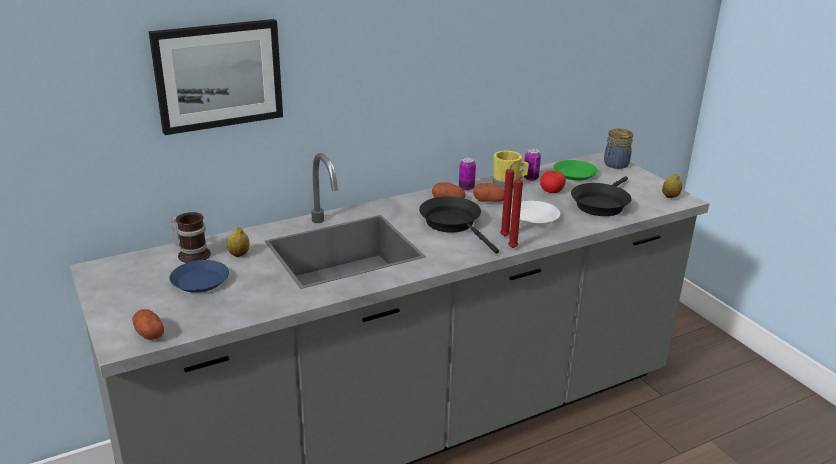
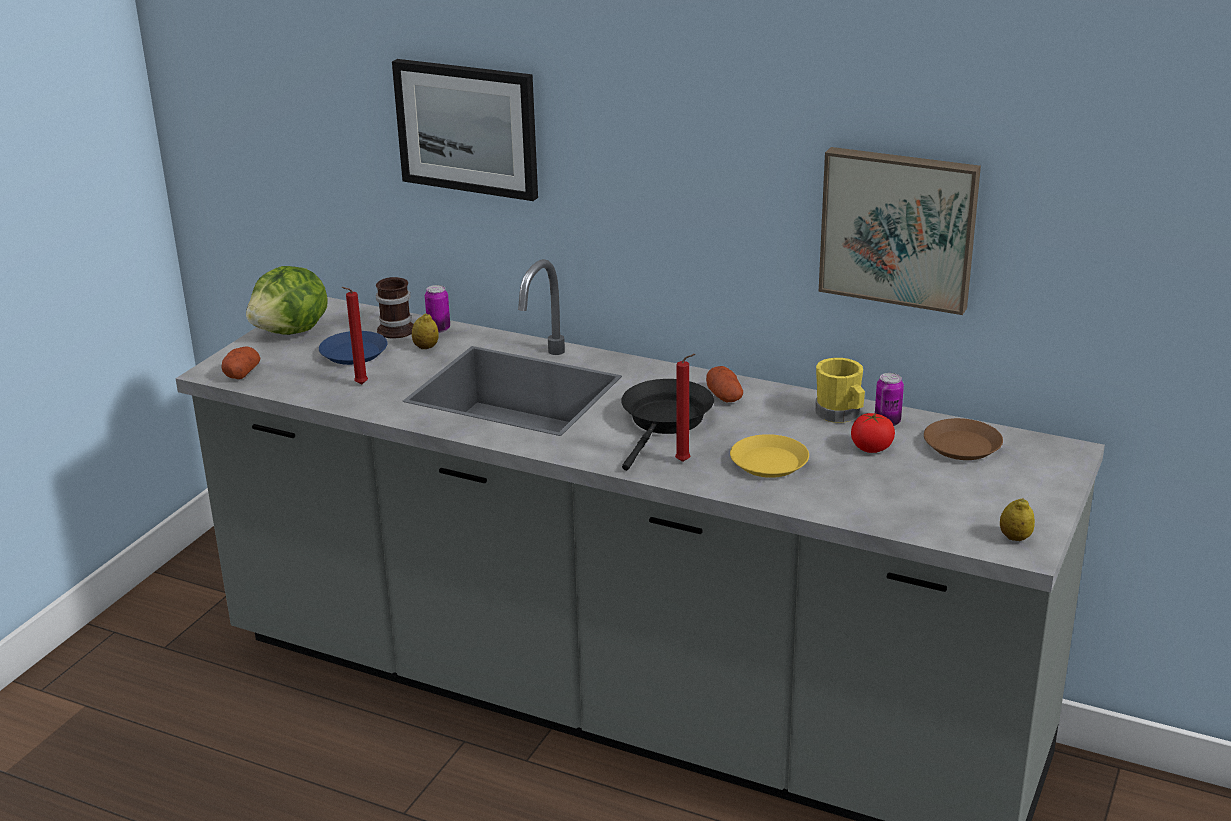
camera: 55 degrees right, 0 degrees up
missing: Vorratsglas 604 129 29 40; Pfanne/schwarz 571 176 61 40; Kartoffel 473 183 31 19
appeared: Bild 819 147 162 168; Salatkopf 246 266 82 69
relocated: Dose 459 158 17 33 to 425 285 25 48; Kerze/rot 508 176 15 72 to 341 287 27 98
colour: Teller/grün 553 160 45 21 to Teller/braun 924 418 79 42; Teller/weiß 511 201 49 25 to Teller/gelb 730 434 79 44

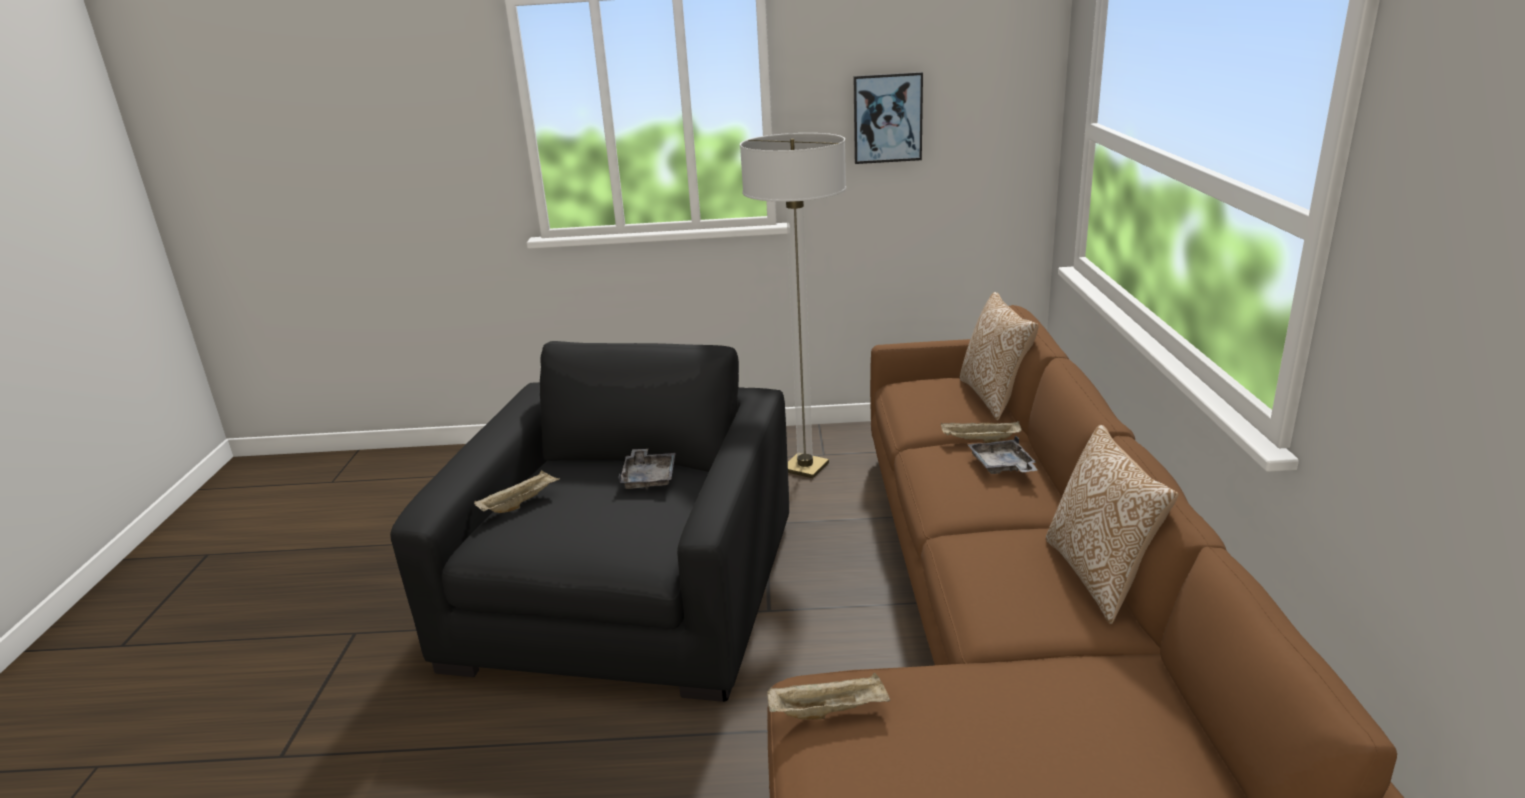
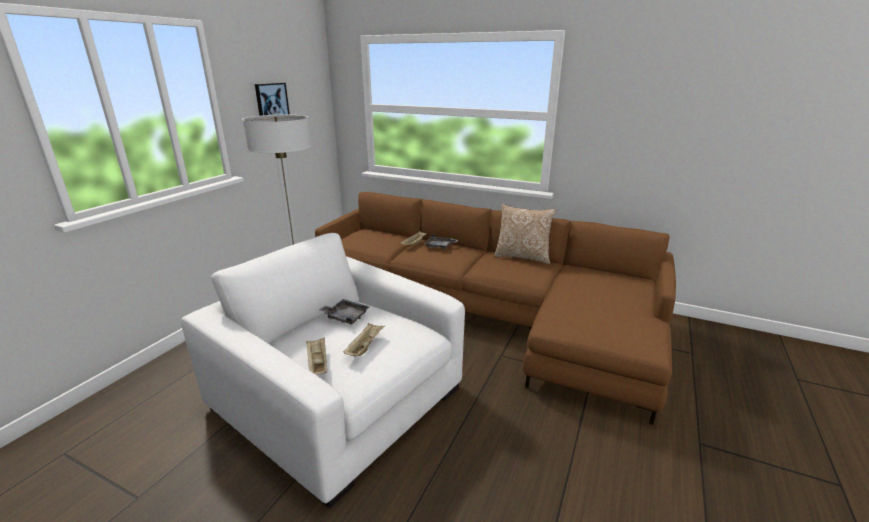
camera: 65 degrees left, 0 degrees up
missing: Kissen 960 292 78 129
relocated: Tablett/beige 767 673 123 47 to 343 323 42 34
colour: Sessel/schwarz 390 341 399 361 to Sessel/weiß 181 233 284 275

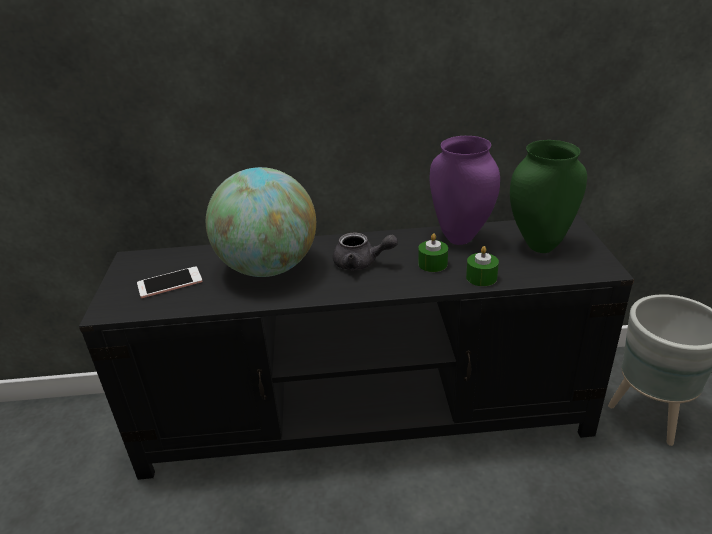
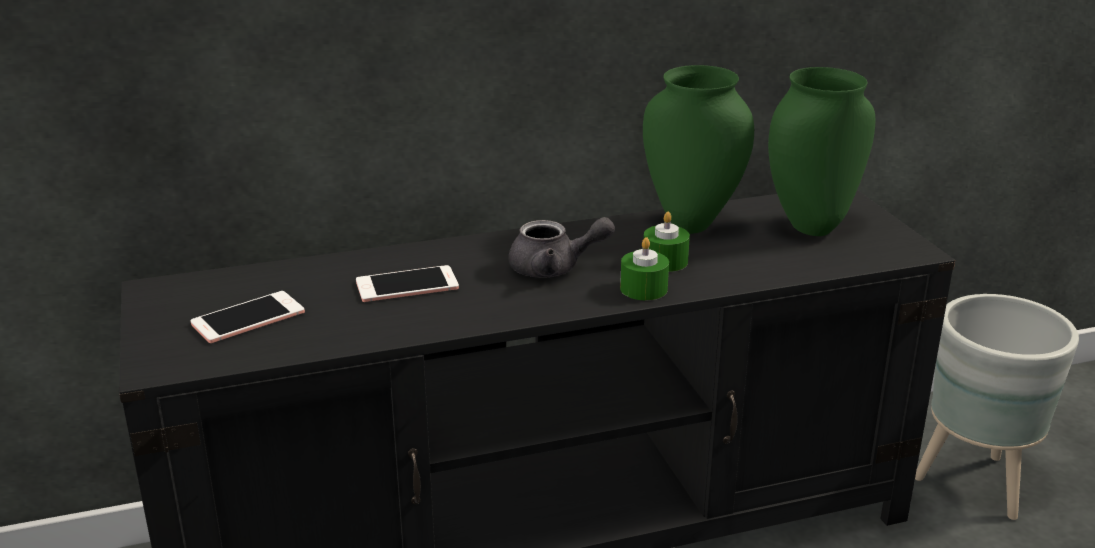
camera: 15 degrees left, 5 degrees down
relocated: Kerze/grün 466 246 33 40 to 620 237 49 63
exchanged: Globus 206 167 110 110 to Handy 356 265 103 37
colour: Vase/lila 430 136 70 109 to Vase/grün 643 65 111 169

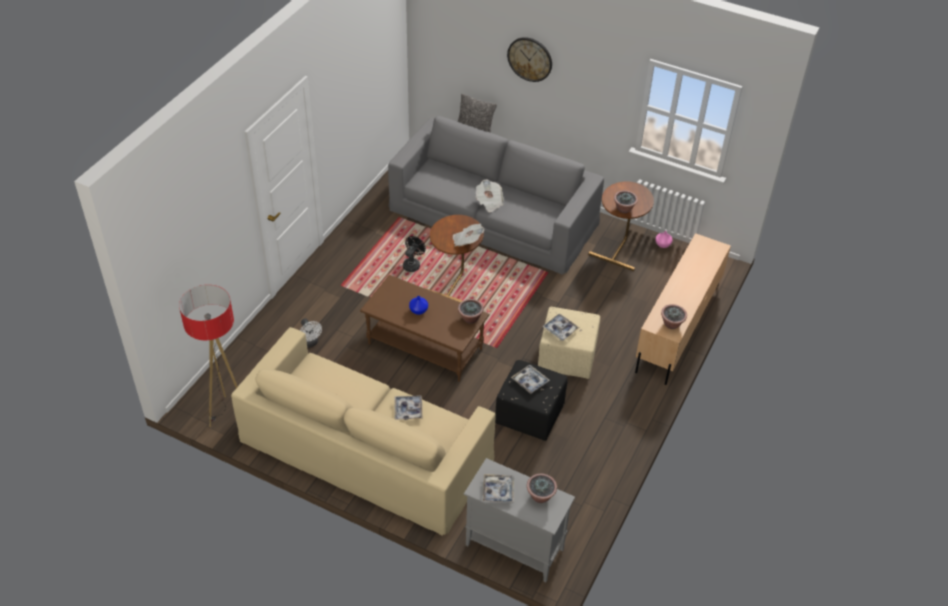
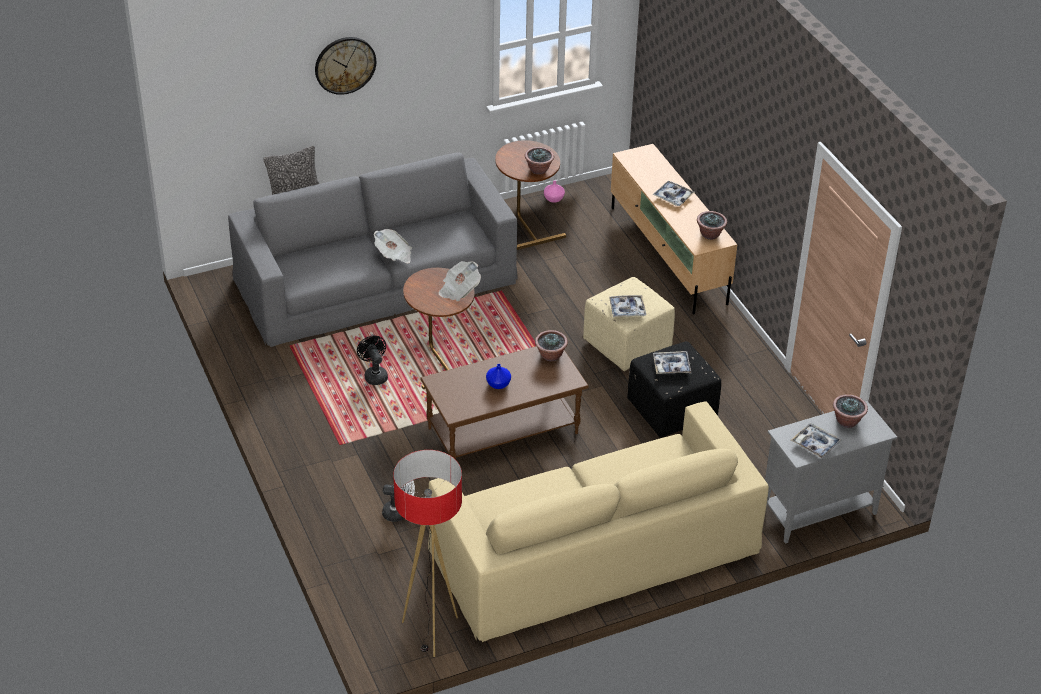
camera: 50 degrees left, 5 degrees down
relocated: Tablett 394 396 28 24 to 652 181 43 25

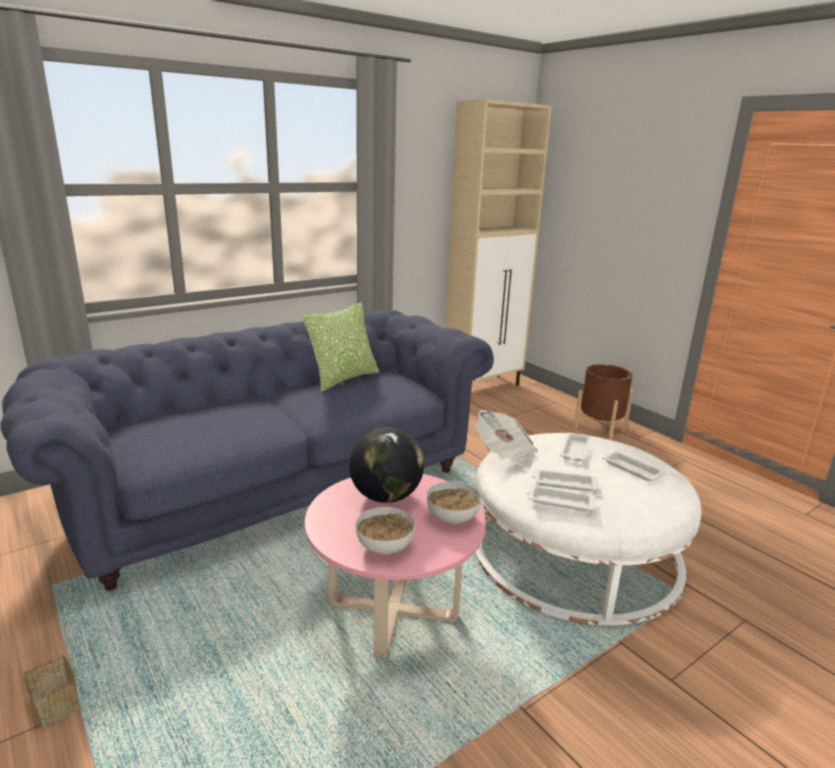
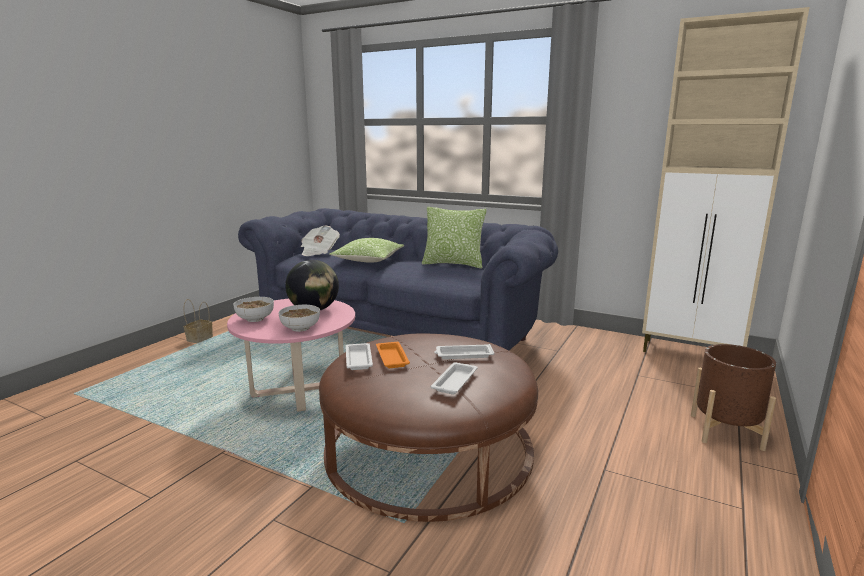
camera: 65 degrees right, 5 degrees down
appeared: Kissen 330 238 74 25
relocated: Zeitung 475 410 63 60 to 300 226 40 30
colour: Polsterhocker/weiß 475 433 226 193 to Polsterhocker/braun 319 334 219 188; Tablett/weiß 532 469 67 23 to Tablett/orange 376 342 34 26

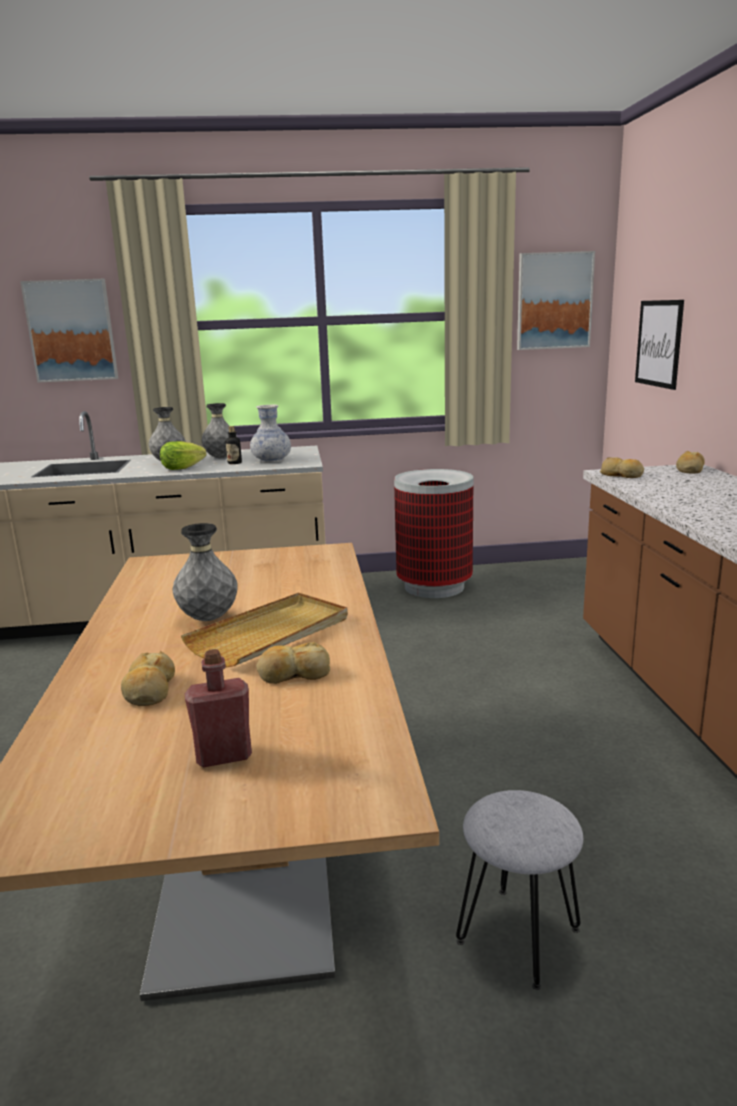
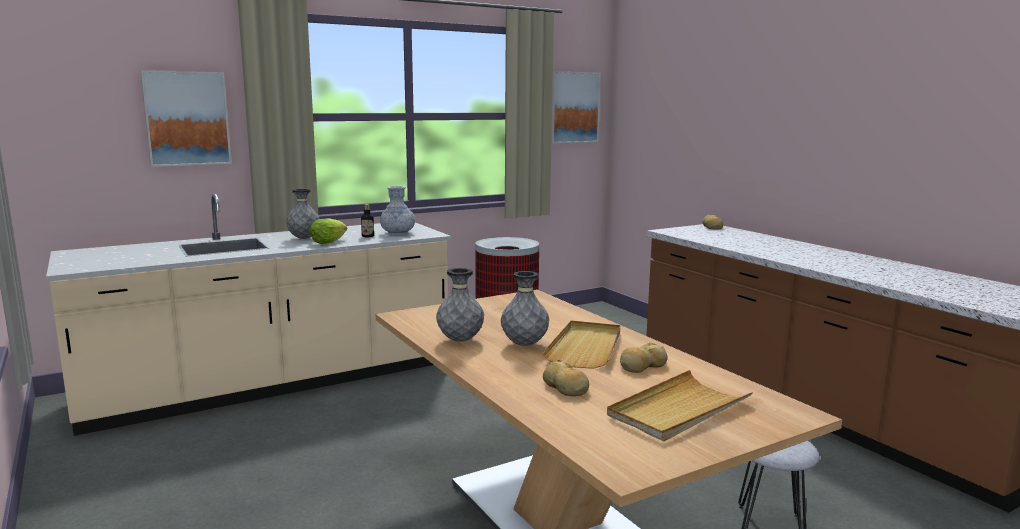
camera: 25 degrees left, 5 degrees down
missing: Bild 635 300 49 90; Brot 600 457 44 21
relocated: Vase/grau 201 403 36 55 to 436 268 48 74
exchanged: Flasche/rot 185 649 67 118 to Tablett/beige 607 370 146 71

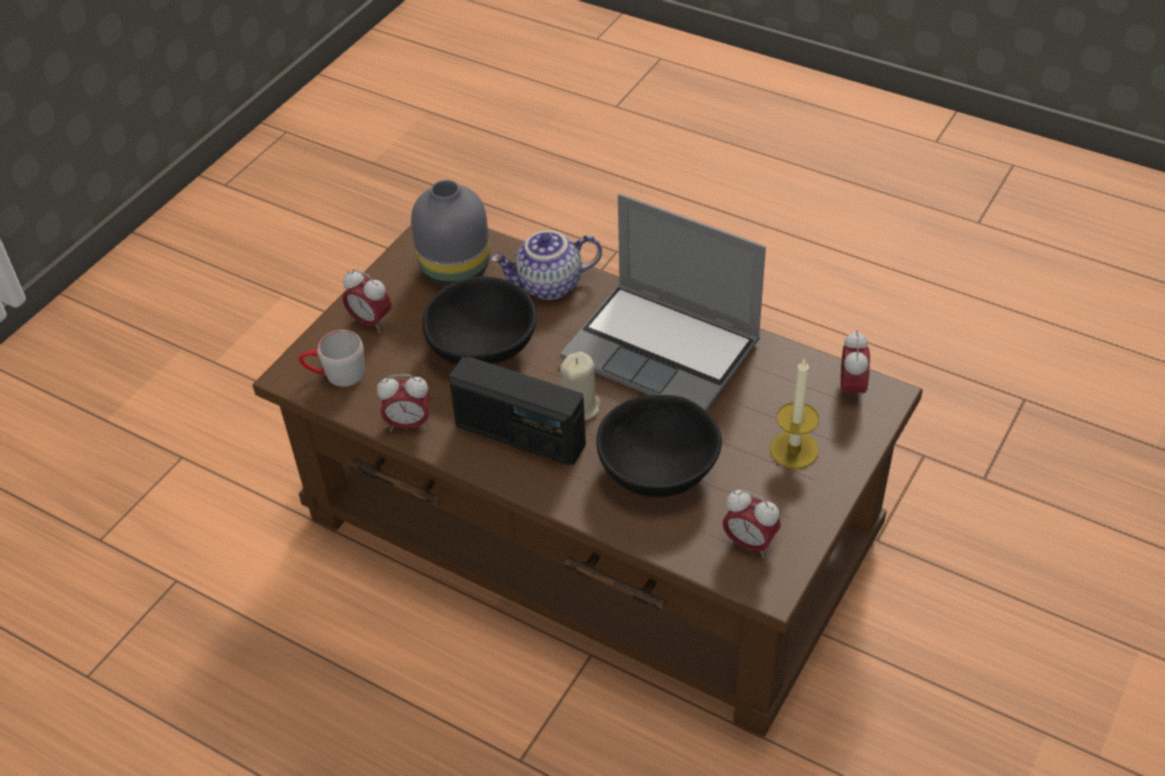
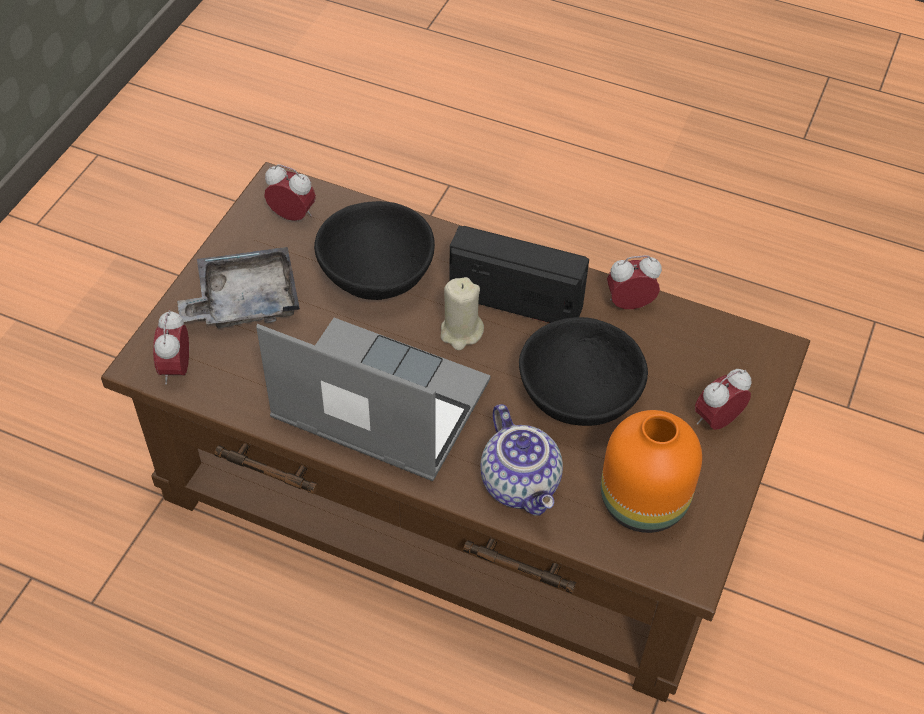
camera: 170 degrees right, 5 degrees up
missing: Henkelbecher/grau 299 330 66 57
exchanged: Kerze 770 358 49 111 to Tablett/grau 177 247 123 81
colour: Vase/grau 411 180 79 106 to Vase/orange 601 410 101 123
spun: Teekanne 491 231 111 69 = 480 404 83 112 90 degrees clockwise; Wecker 343 269 48 64 = 695 369 57 61 60 degrees counterclockwise

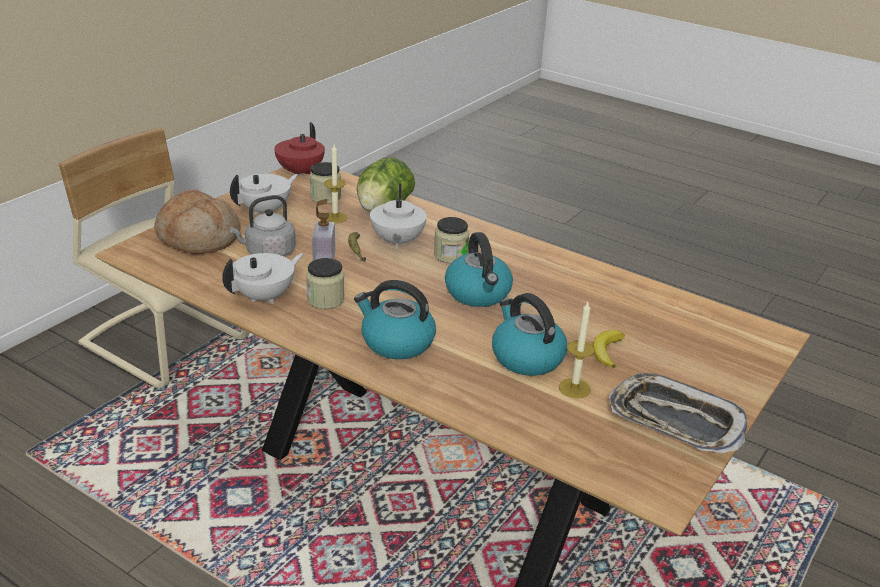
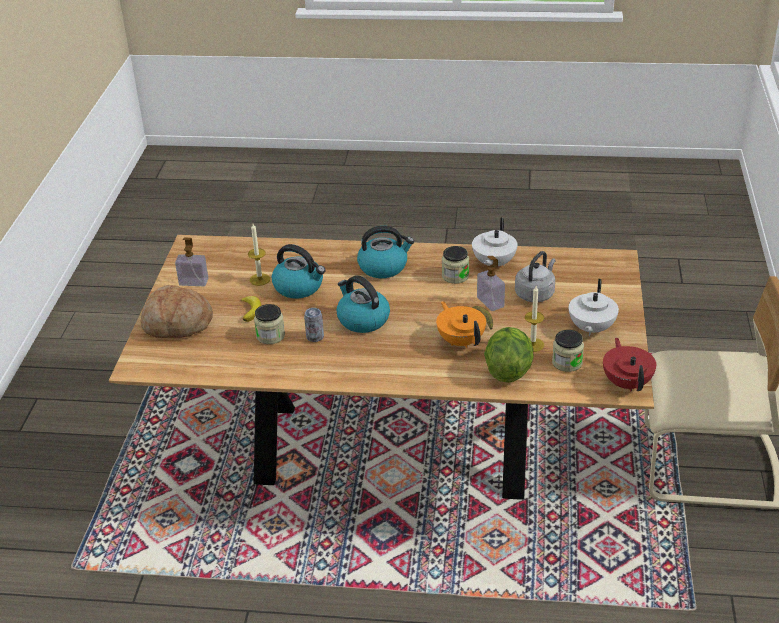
camera: 155 degrees right, 5 degrees up
appeared: Dose 304 308 20 34
relocated: Brot 154 190 87 64 to 140 285 73 53; Vorratsglas 434 217 35 47 to 254 304 31 40
exchanged: Tablett 609 373 138 80 to Seifenspender 175 238 33 48
colour: Teekanne/weiß 370 184 57 65 to Teekanne/orange 436 301 50 47

